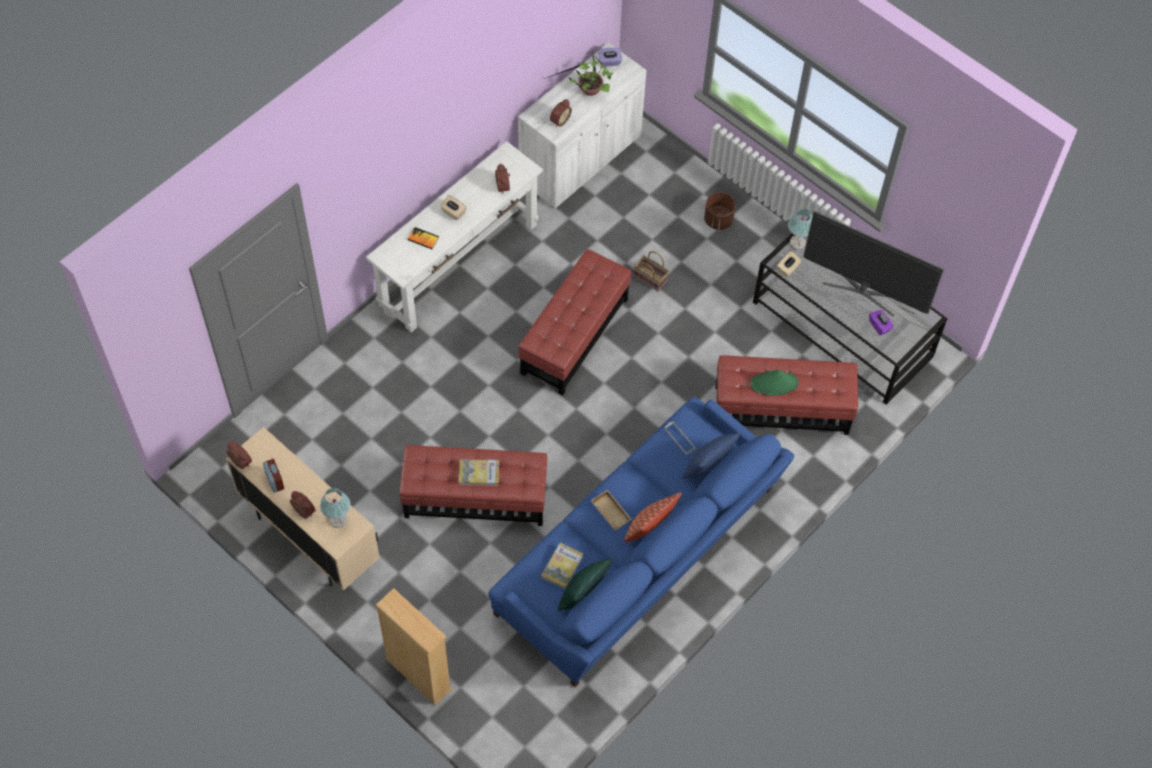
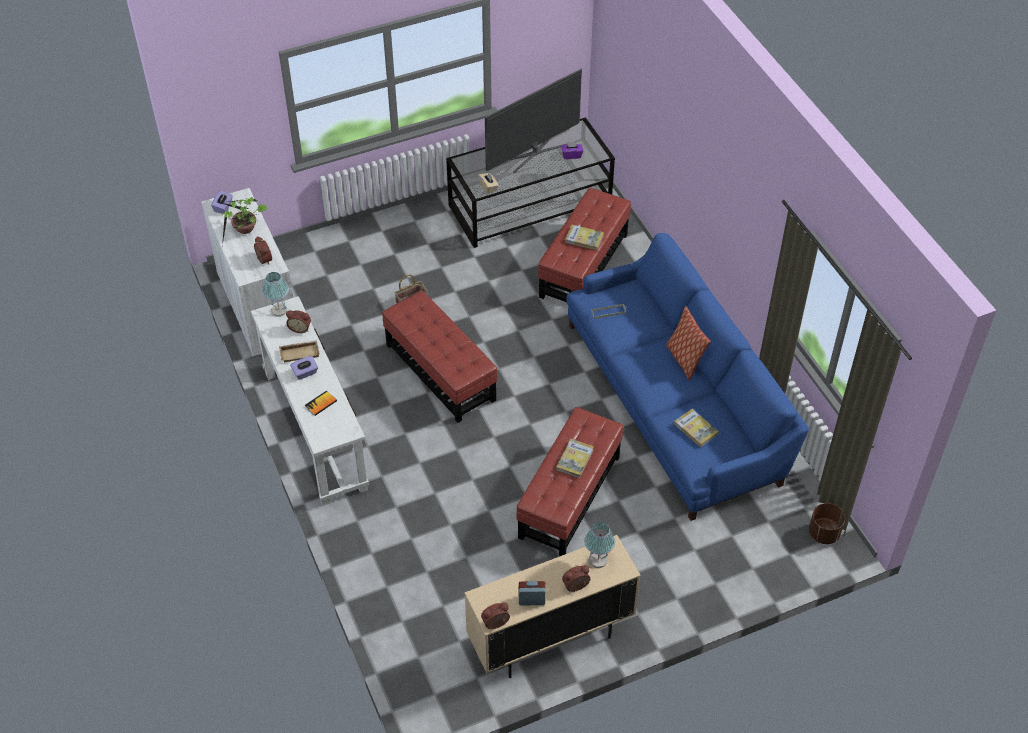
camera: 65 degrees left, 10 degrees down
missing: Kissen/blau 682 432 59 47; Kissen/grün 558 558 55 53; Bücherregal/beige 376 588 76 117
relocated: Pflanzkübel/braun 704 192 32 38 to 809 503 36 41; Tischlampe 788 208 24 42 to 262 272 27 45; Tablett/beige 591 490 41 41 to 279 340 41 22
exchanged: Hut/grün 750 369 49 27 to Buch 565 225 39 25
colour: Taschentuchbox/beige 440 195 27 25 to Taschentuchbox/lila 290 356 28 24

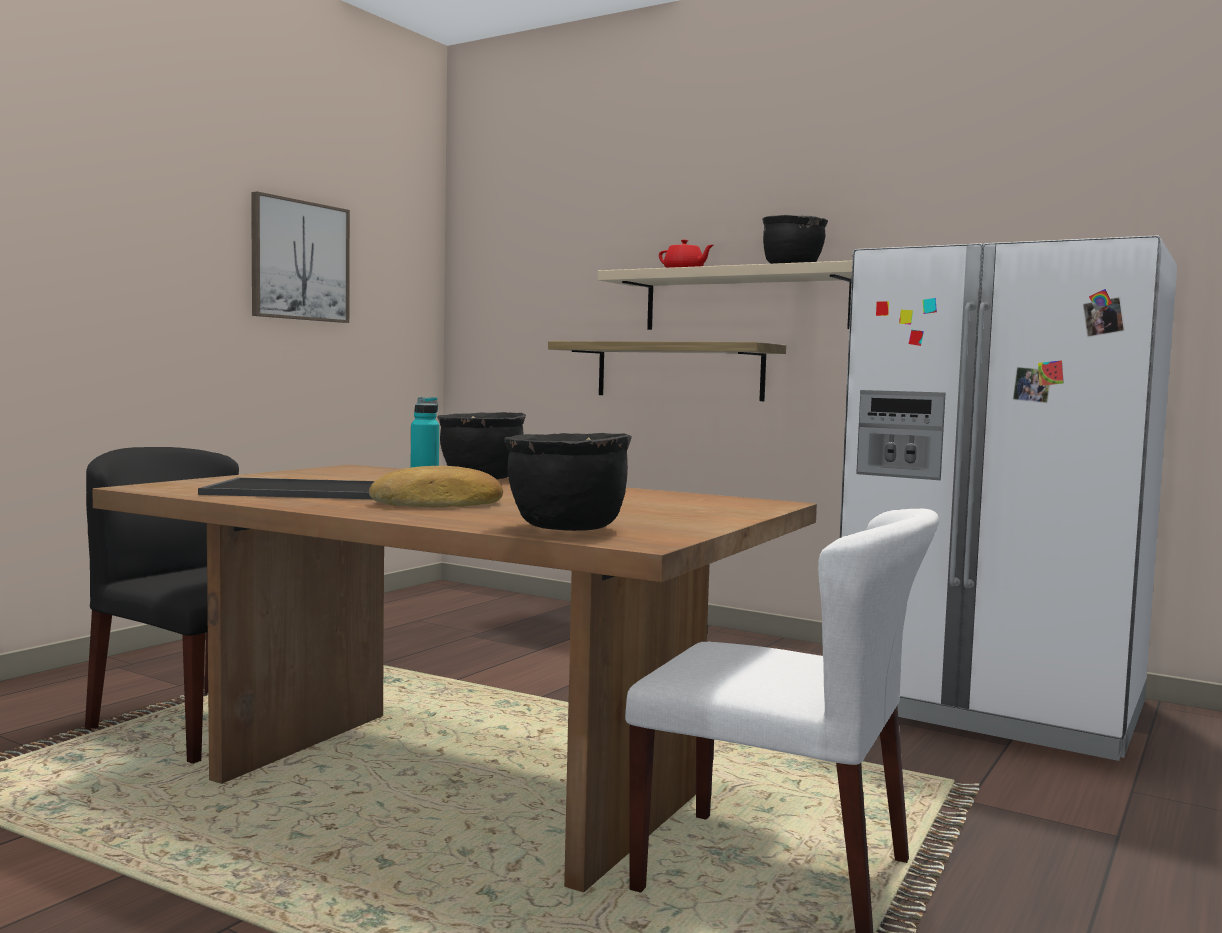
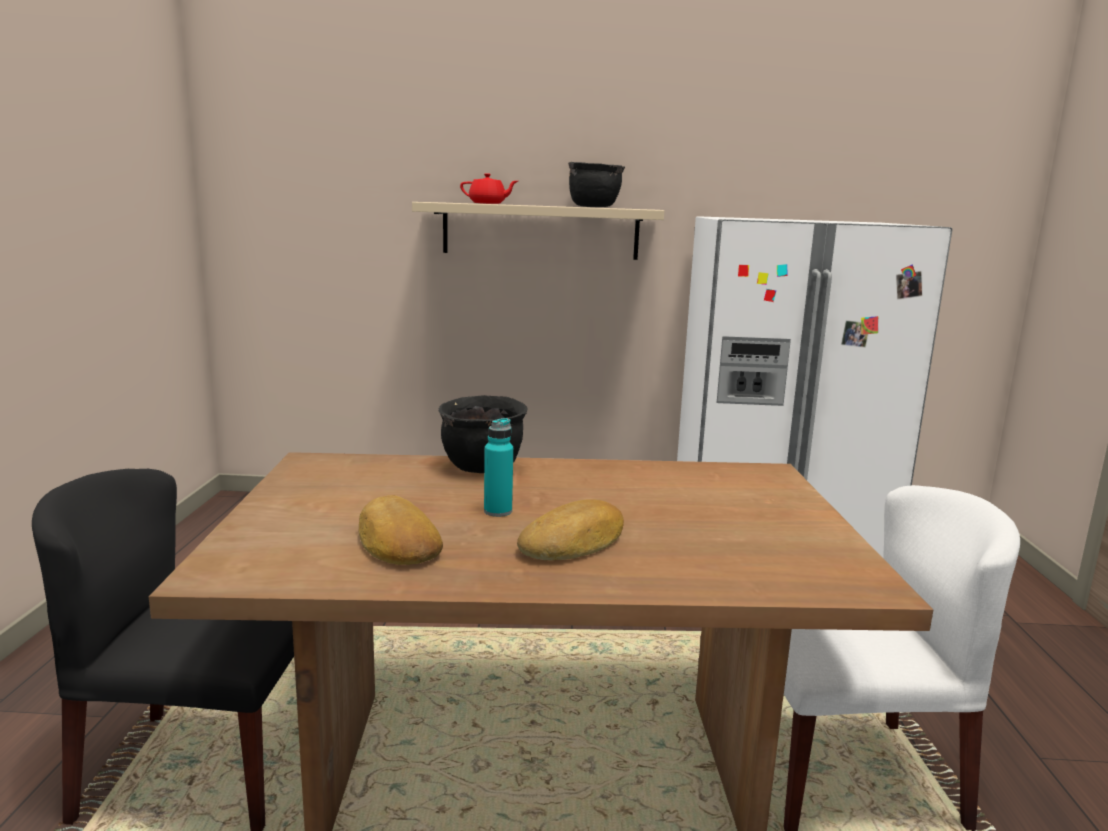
camera: 30 degrees left, 10 degrees up
missing: Bild 251 191 99 132; Wandregal 548 341 238 60; Kochtopf/schwarz 504 433 128 98
exchanged: Tablett 198 478 177 21 to Brot 358 495 85 70

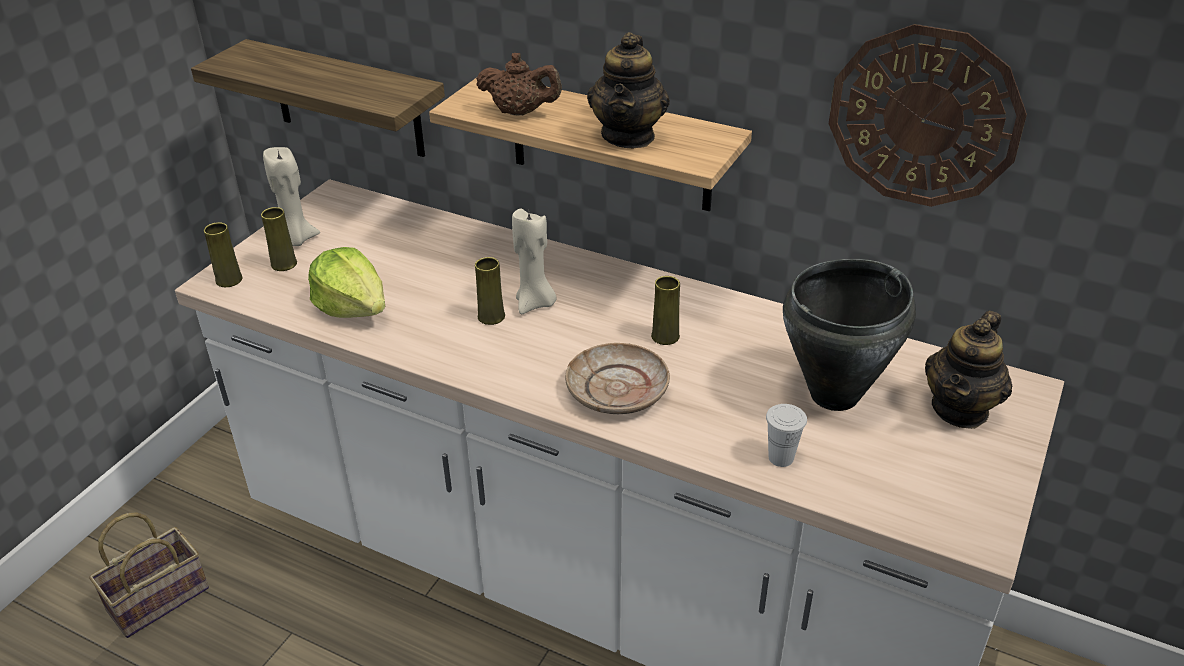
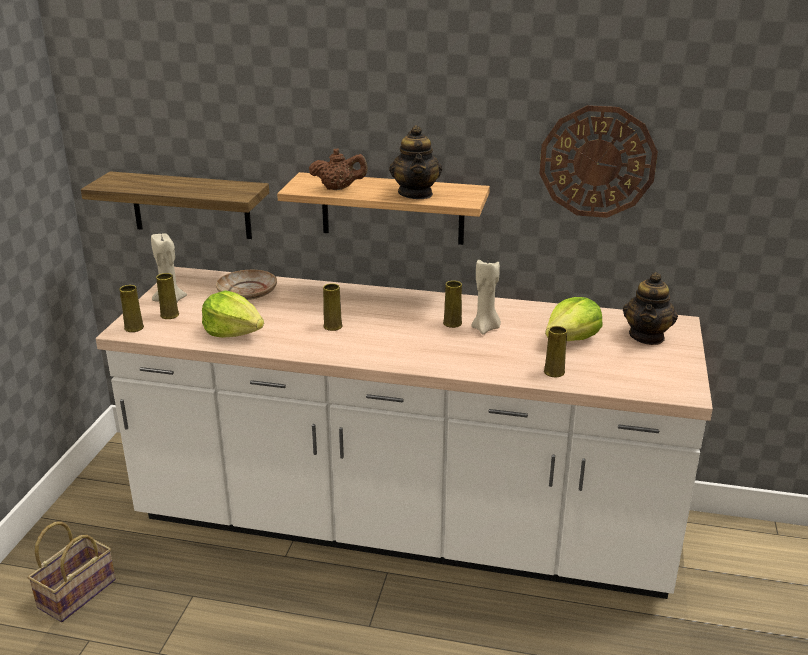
camera: 15 degrees left, 10 degrees down
relocated: Kerze/beige 512 209 45 105 to 471 260 30 75; Teller/beige 565 343 105 71 to 216 270 61 30
exchanged: Kochtopf/schwarz 783 259 133 152 to Salatkopf 545 297 58 44; Tasse/weiß 766 404 41 63 to Vase/gelb 544 326 23 51

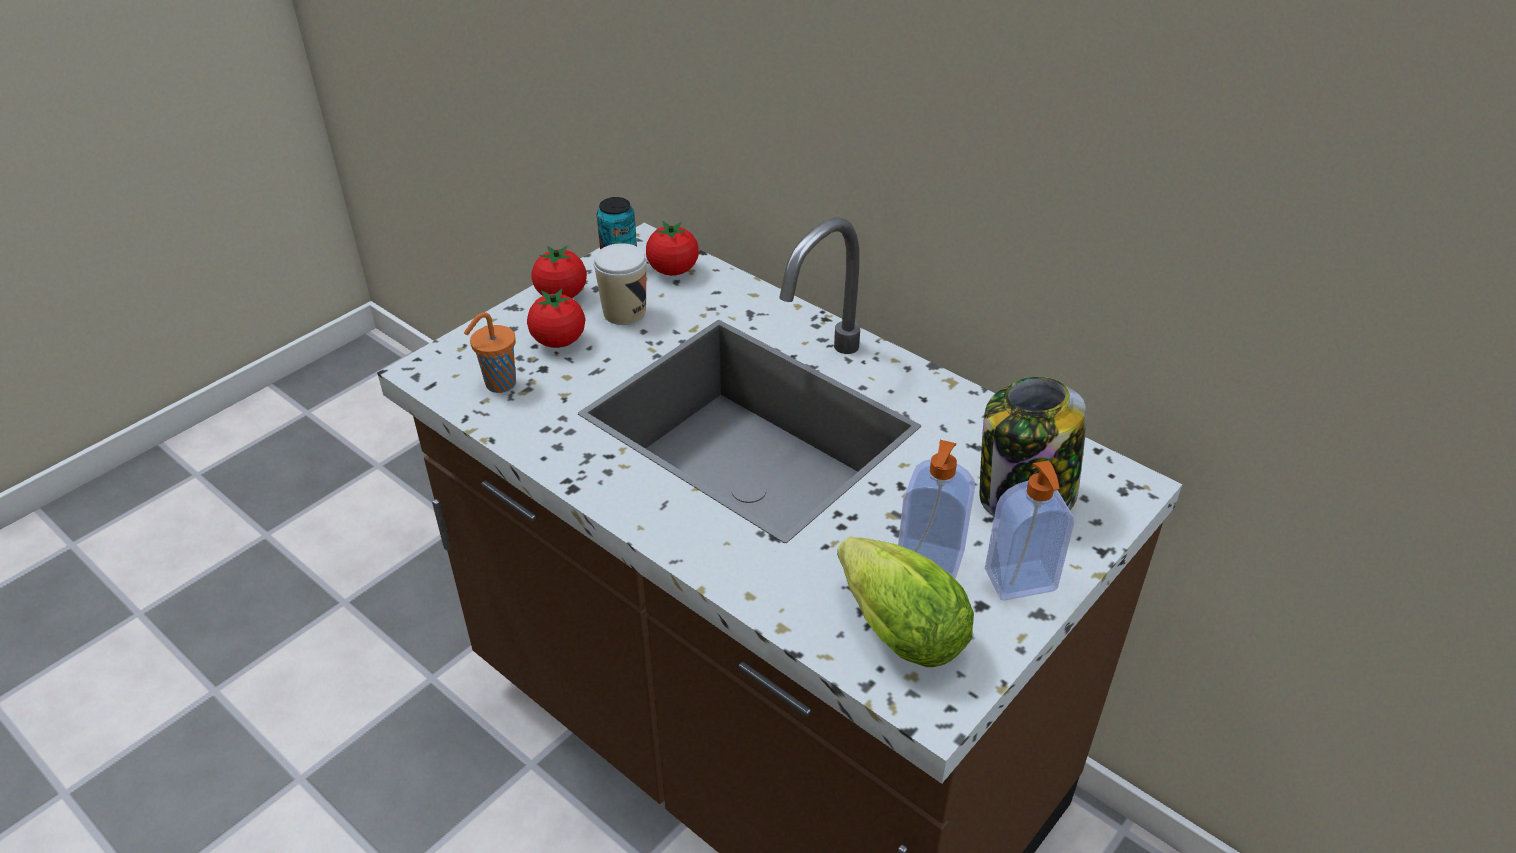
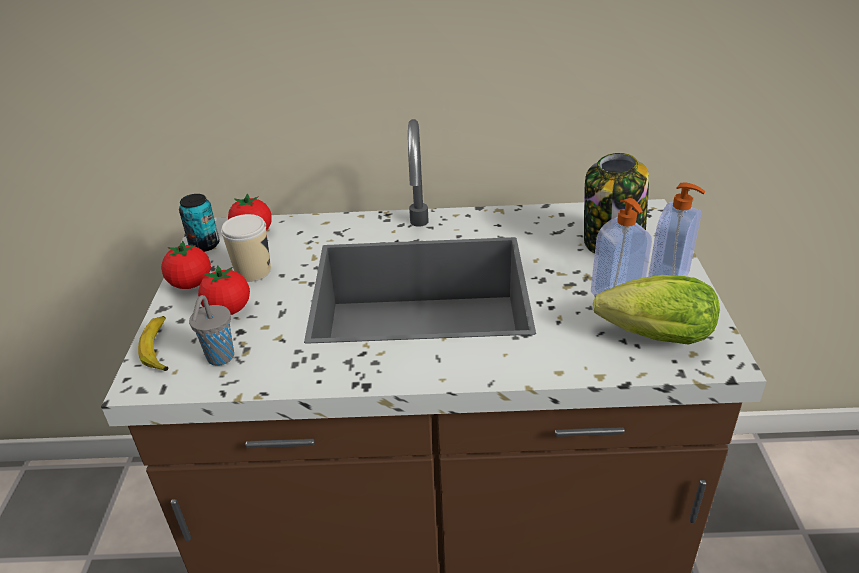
camera: 40 degrees left, 5 degrees down
appeared: Banane 138 316 31 55
colour: Tasse/orange 464 312 52 81 to Tasse/grau 189 295 45 71

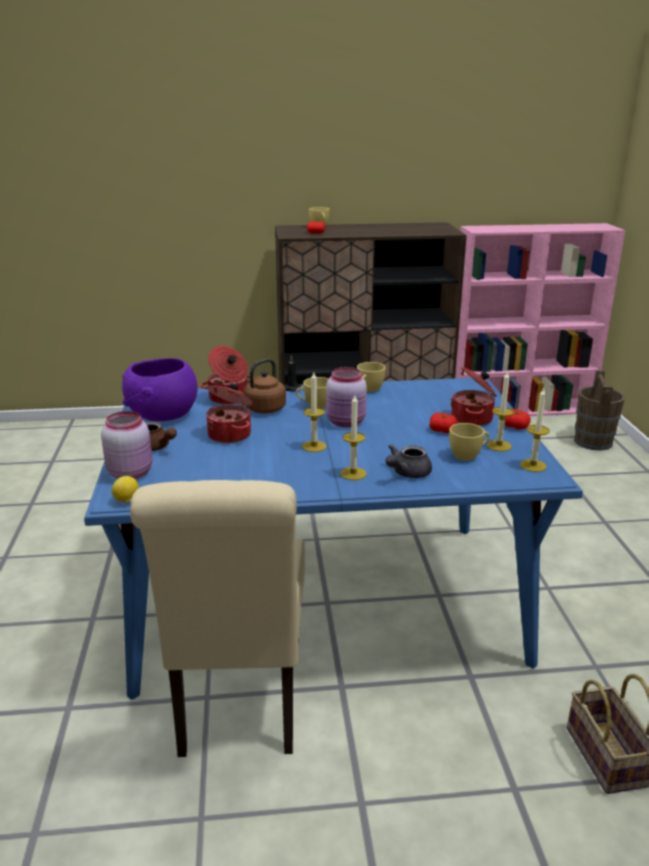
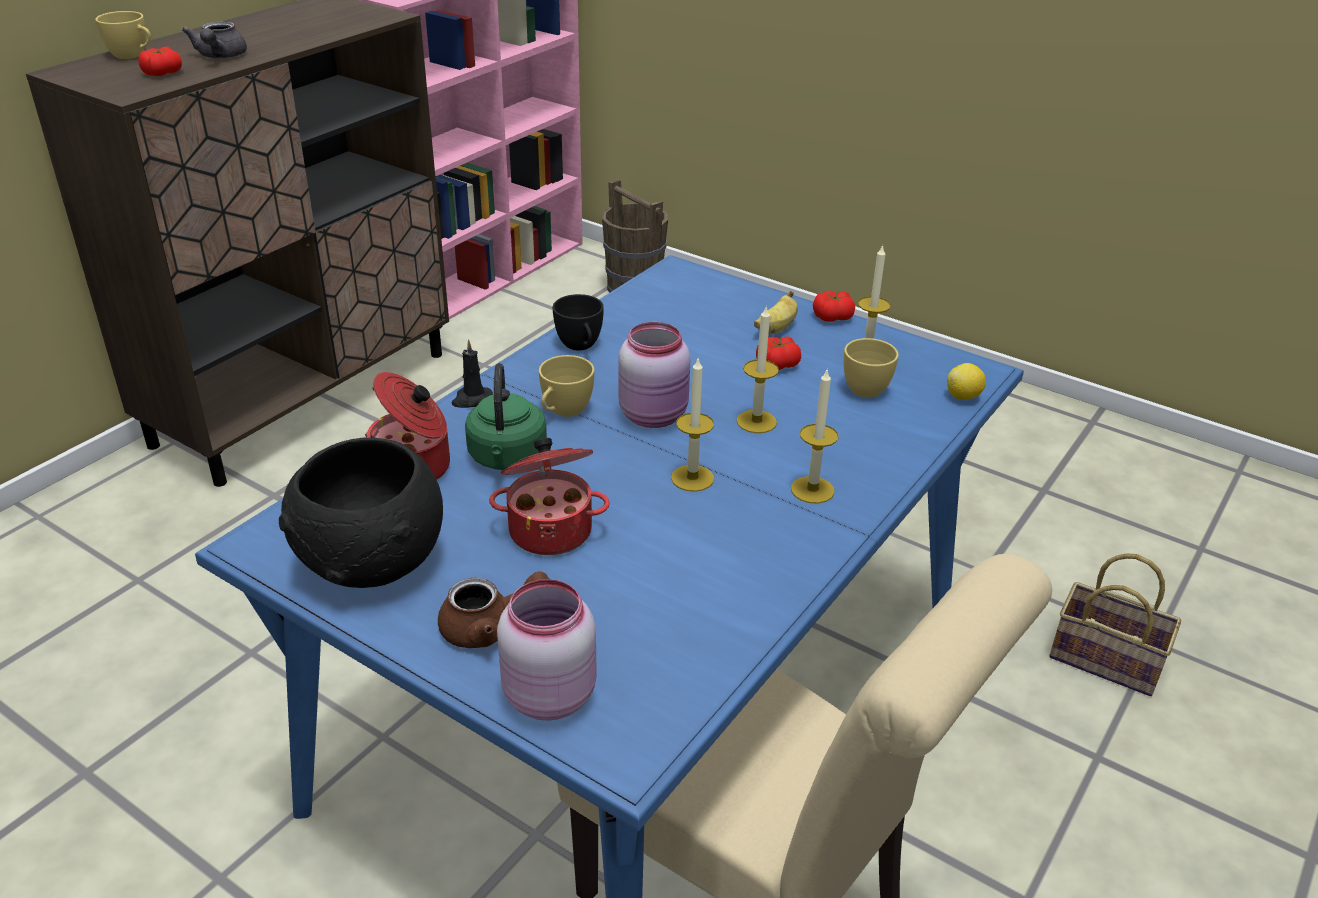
camera: 50 degrees left, 10 degrees up
relocated: Kerze 520 388 30 84 to 736 305 43 128; Teekanne/grau 386 444 46 34 to 182 21 65 38; Zitrone 112 476 27 26 to 947 363 39 37
exchanged: Kochtopf 451 367 46 59 to Banane 754 291 44 43
colour: Schüssel/lila 122 358 76 63 to Schüssel/schwarz 279 438 164 150; Wasserkessel/braun 236 359 50 54 to Wasserkessel/grün 465 363 82 107; Tasse/gelb 357 362 29 30 to Tasse/schwarz 553 294 51 56

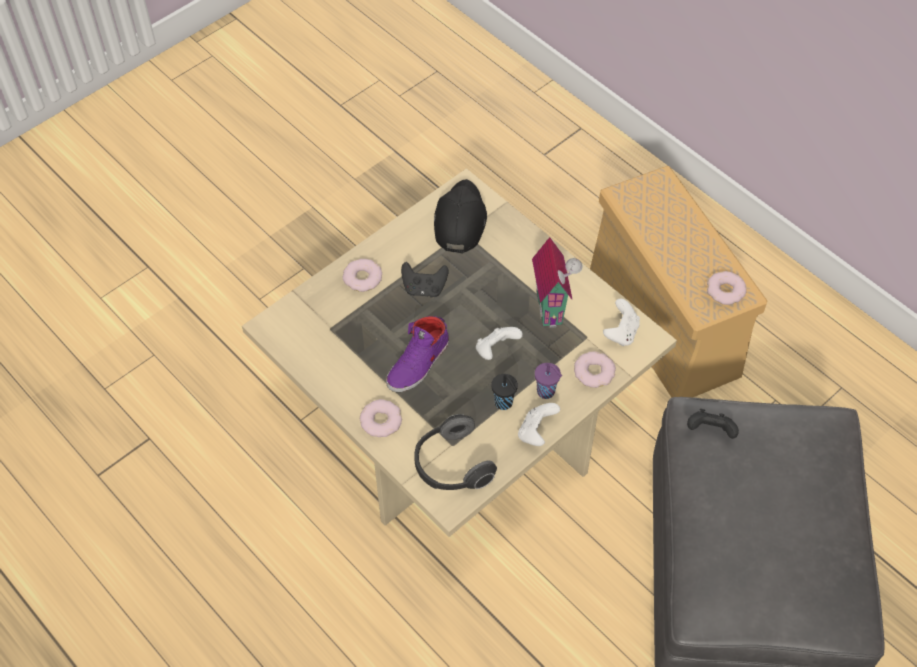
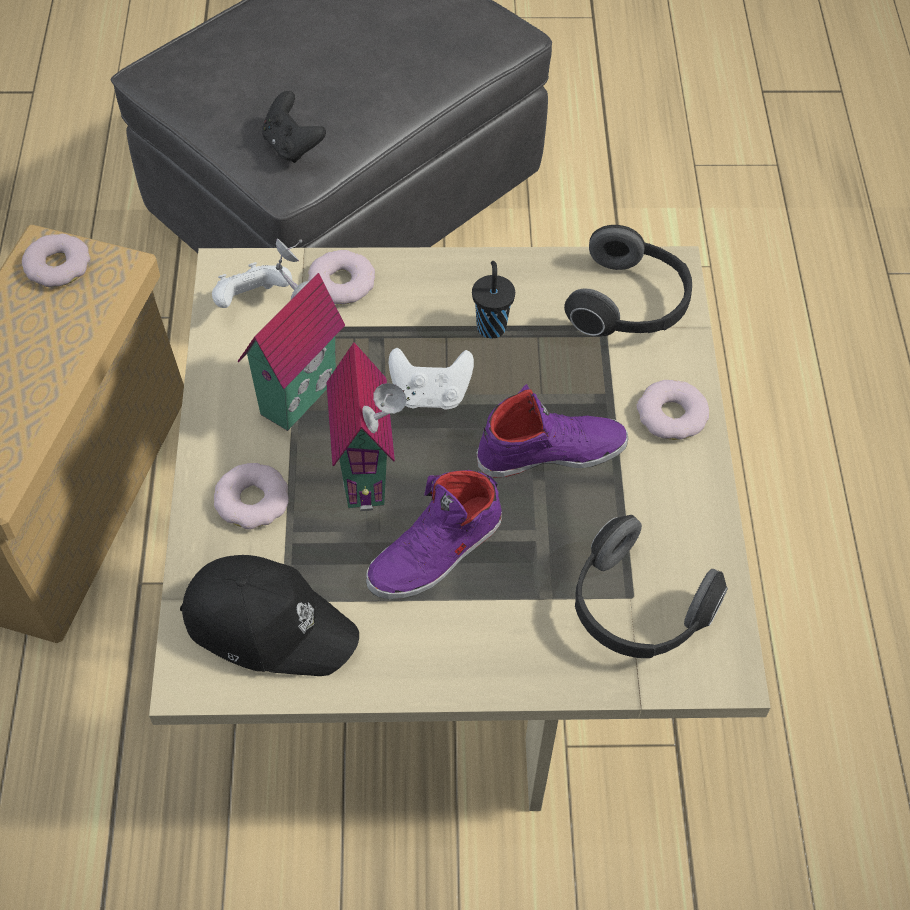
camera: 140 degrees left, 0 degrees up
missing: Tasse/lila 535 363 27 36; Gamepad/weiß 518 403 42 43
appeared: Spielzeughaus 326 342 80 169; Kopfhörer 575 515 153 143
relocated: Donut 342 259 40 33 to 214 463 75 67
exchanged: Gamepad/schwarz 401 262 47 36 to Schuh/lila 366 470 136 129
spun: Kappe/schwarz 434 179 53 75 = 180 555 179 121 120 degrees counterclockwise

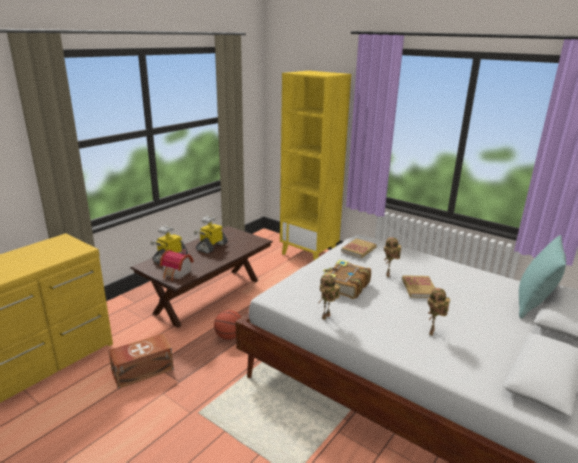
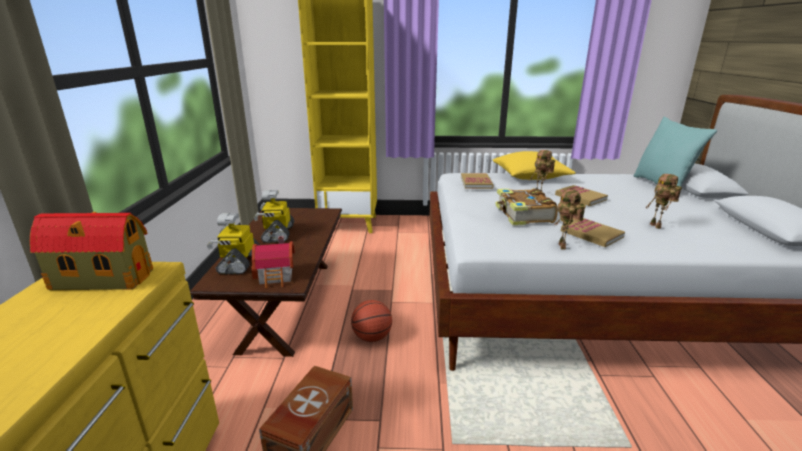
camera: 35 degrees left, 0 degrees up
appeared: Kissen/gelb 493 151 83 29; Spielzeughaus 30 212 123 78; Buch 561 218 64 29

